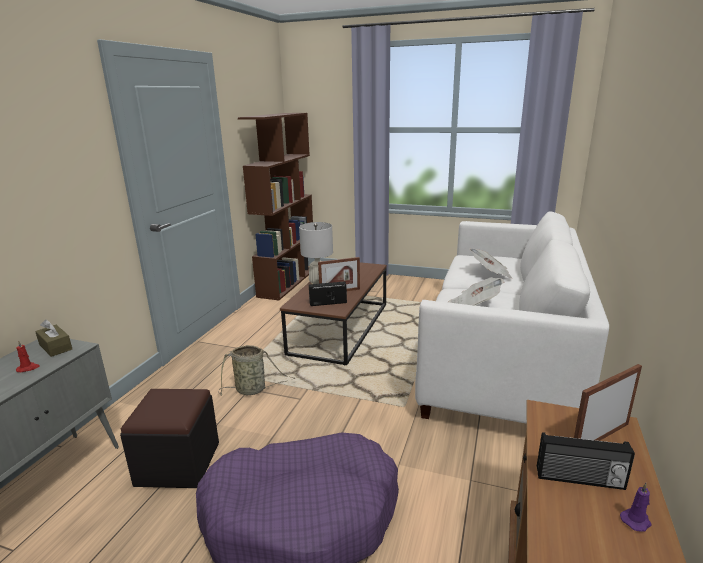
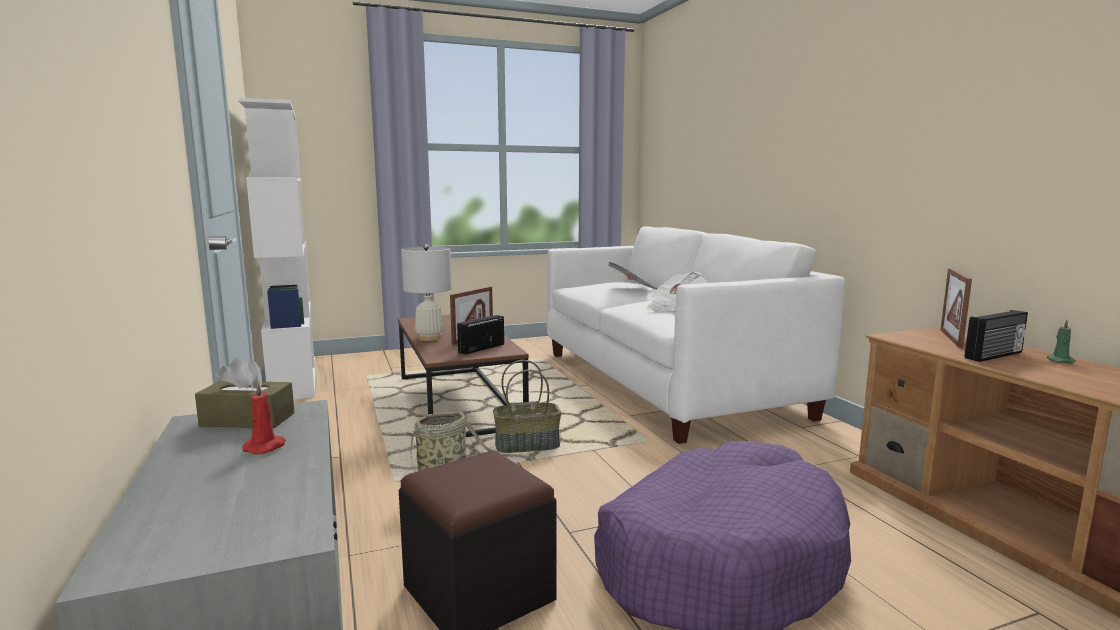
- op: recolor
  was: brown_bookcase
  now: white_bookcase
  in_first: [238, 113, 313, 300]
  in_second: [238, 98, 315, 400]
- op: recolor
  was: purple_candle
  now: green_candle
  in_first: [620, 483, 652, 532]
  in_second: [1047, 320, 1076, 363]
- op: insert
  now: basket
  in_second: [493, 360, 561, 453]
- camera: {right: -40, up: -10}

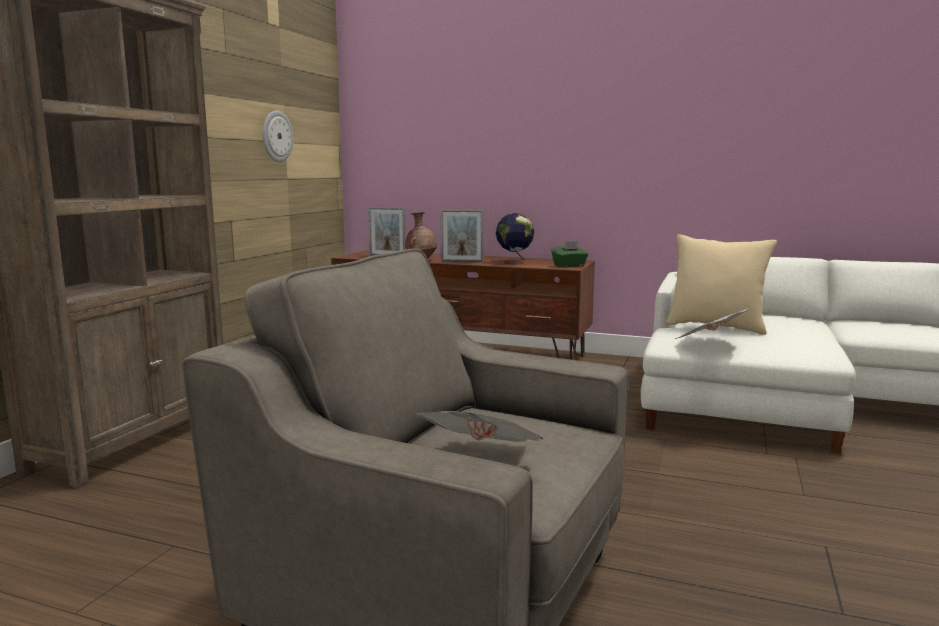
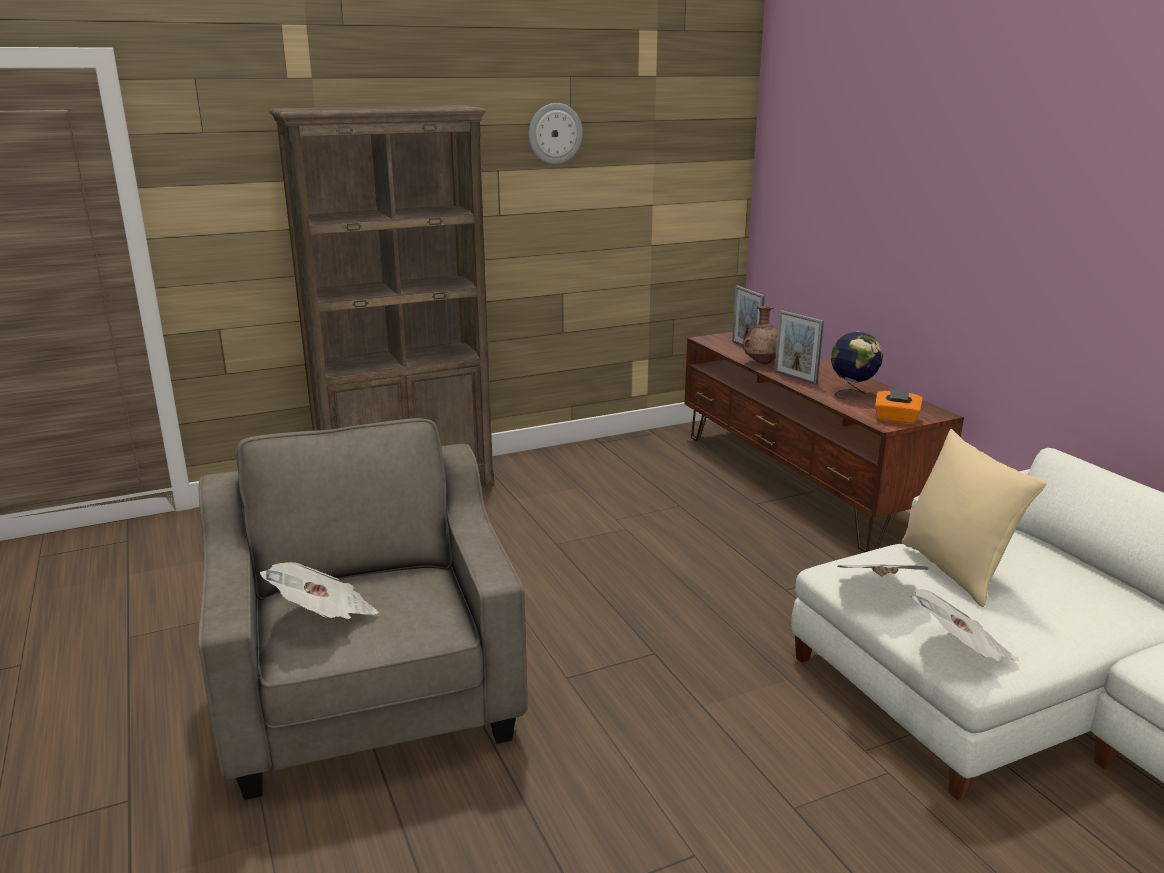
- op: move
  was: wall_clock
  in_first: [263, 111, 293, 162]
  in_second: [529, 103, 583, 164]
- op: recolor
  was: green_tissue_box
  now: orange_tissue_box
  in_first: [551, 241, 588, 267]
  in_second: [875, 388, 923, 425]
- op: insert
  now: newspaper
  in_second: [911, 589, 1019, 662]
- camera: {right: 45, up: 10}

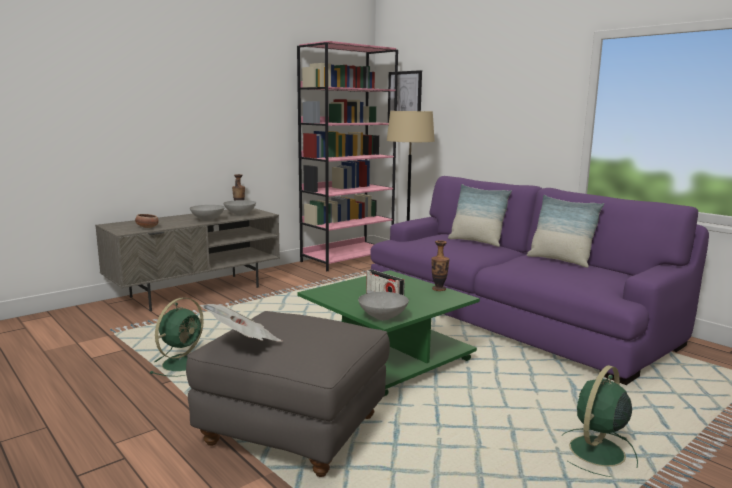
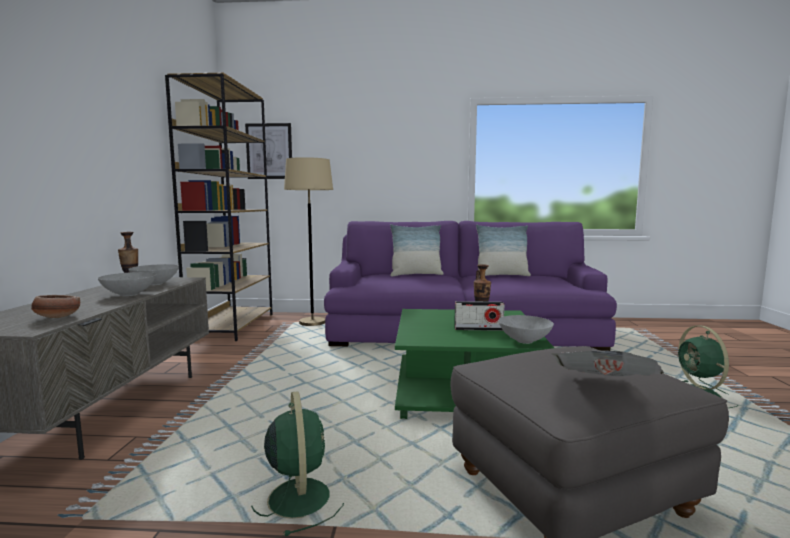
- op: recolor
  was: pink_bookcase
  now: brown_bookcase
  in_first: [297, 41, 398, 271]
  in_second: [165, 73, 273, 341]
- camera: {right: -45, up: -5}

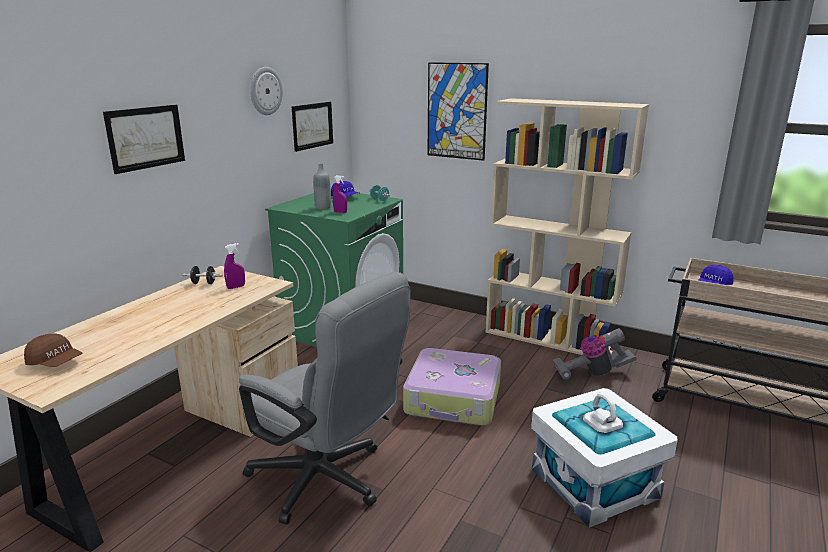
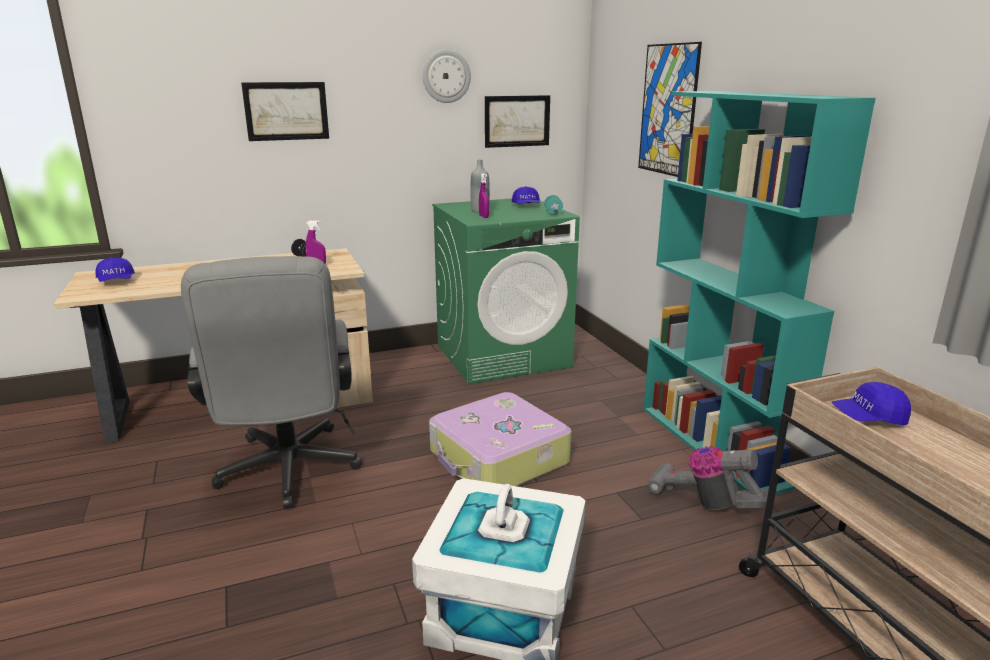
- op: recolor
  was: brown_cap
  now: blue_cap
  in_first: [24, 333, 82, 367]
  in_second: [96, 257, 135, 282]
- op: recolor
  was: beige_bookcase
  now: turquoise_bookcase
  in_first: [486, 98, 649, 355]
  in_second: [643, 91, 876, 494]
- camera: {right: 40, up: 0}

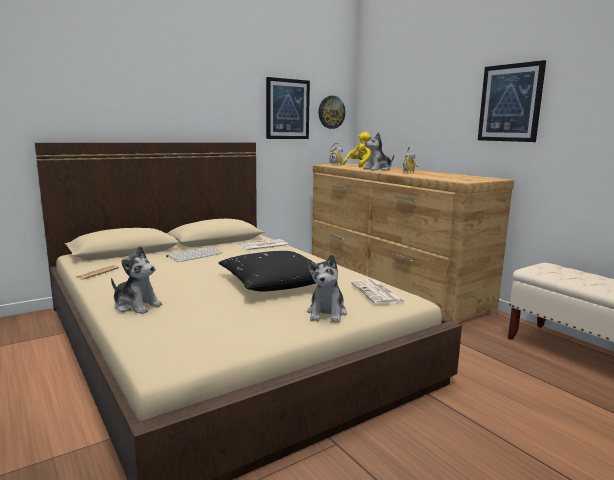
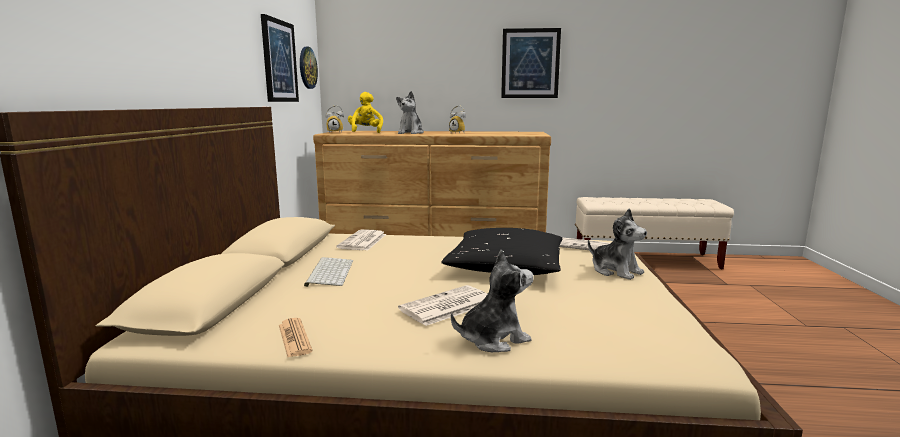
- op: insert
  now: newspaper
  in_second: [398, 285, 487, 326]
- camera: {right: -50, up: 0}

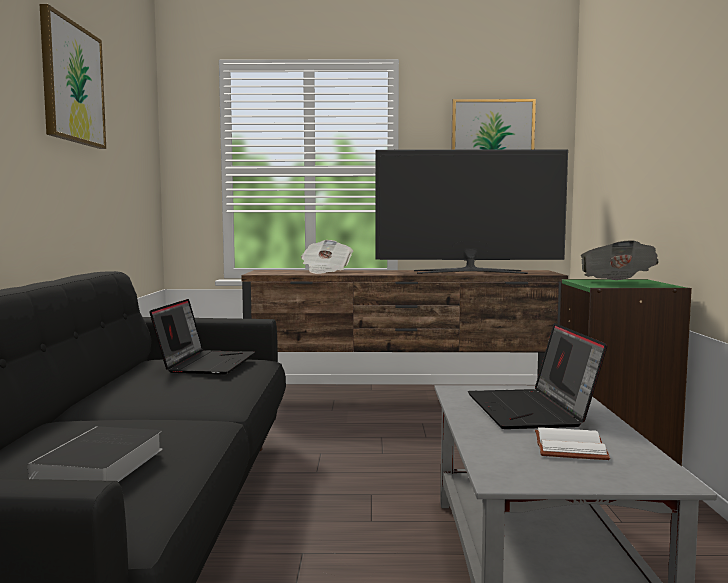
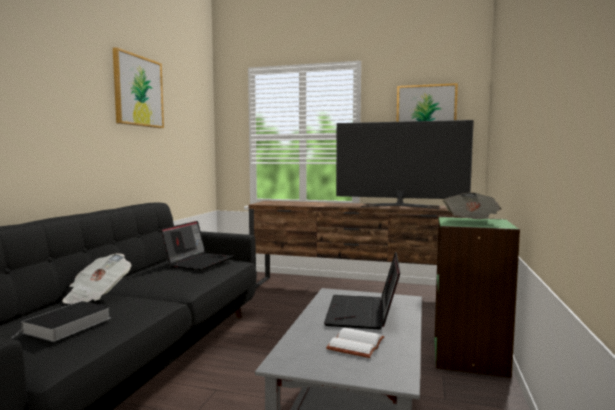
- op: move
  was: newspaper
  in_first: [301, 240, 353, 274]
  in_second: [62, 253, 131, 304]
- camera: {right: 15, up: 0}

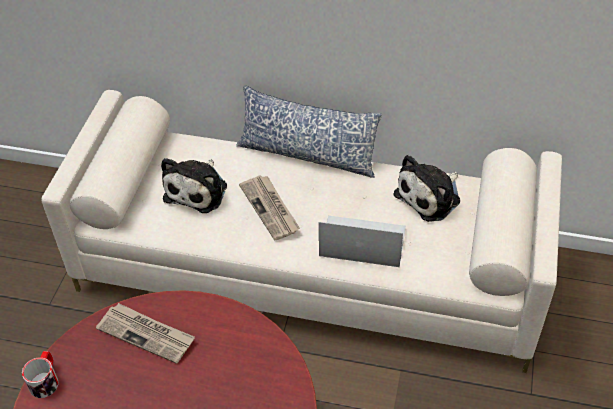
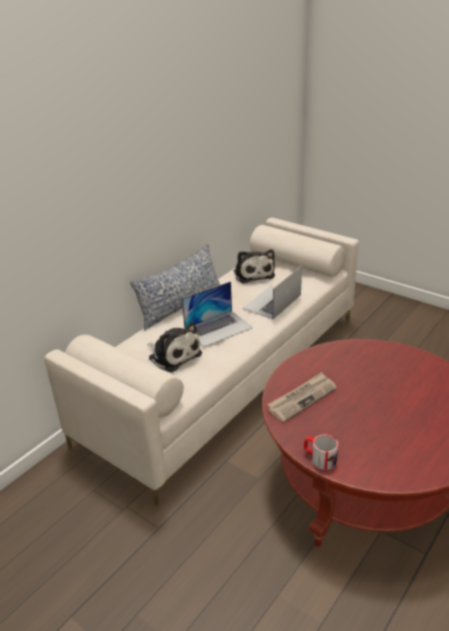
- op: replace
  was: newspaper
  now: laptop
  in_first: [239, 175, 300, 241]
  in_second: [182, 281, 253, 347]
- camera: {right: -65, up: -15}

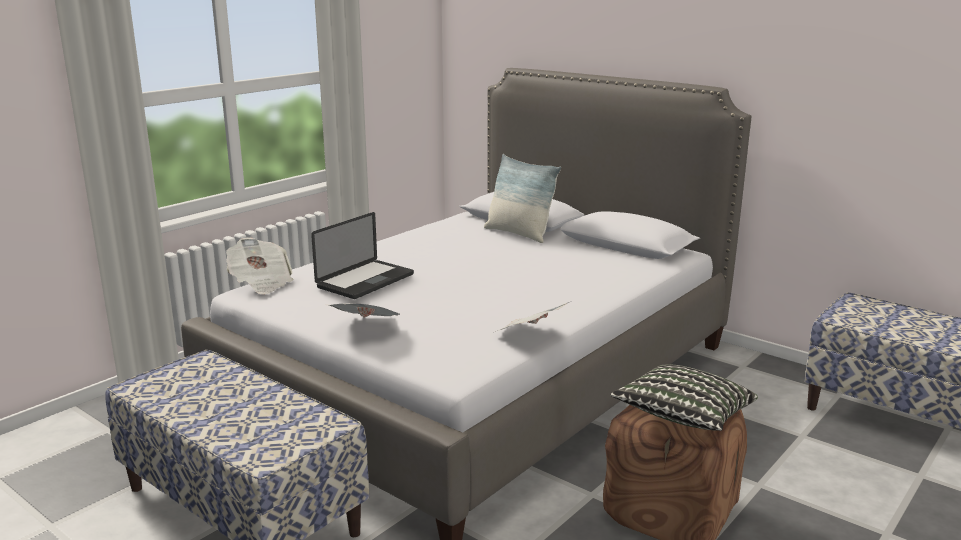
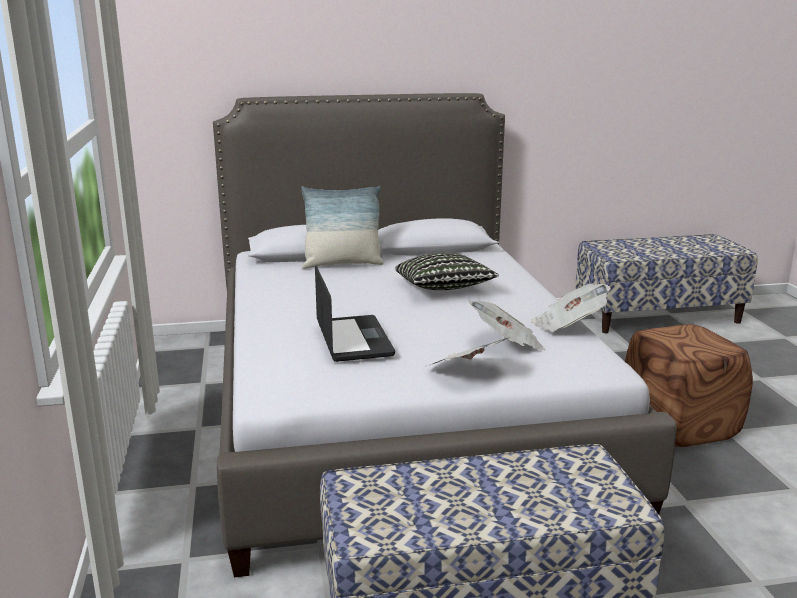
- op: move
  was: newspaper
  in_first: [226, 238, 293, 295]
  in_second: [469, 301, 546, 350]
- op: move
  was: pillow
  in_first: [611, 364, 758, 431]
  in_second: [395, 253, 499, 290]
- camera: {right: -50, up: 0}

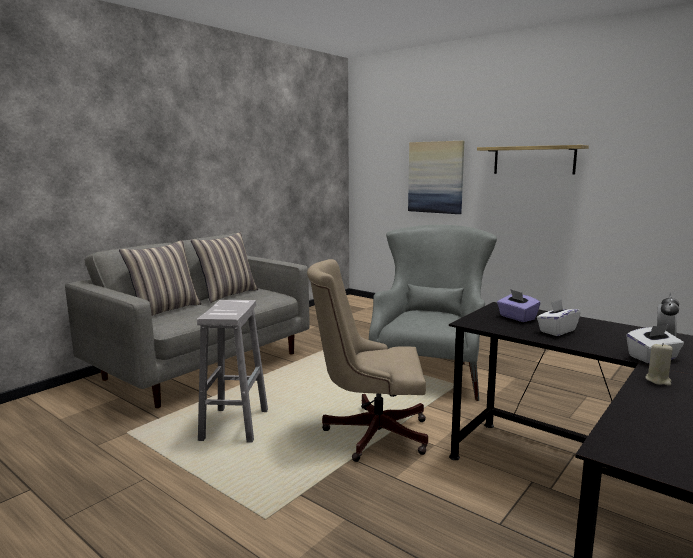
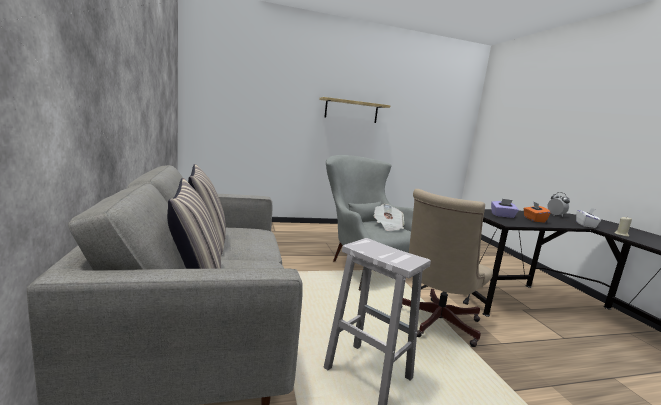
- op: delete
  was: picture
  in_first: [408, 141, 464, 214]
- op: recolor
  was: white_tissue_box
  now: orange_tissue_box
  in_first: [537, 300, 581, 336]
  in_second: [523, 201, 551, 223]
- op: insert
  now: newspaper
  in_second: [373, 204, 404, 231]
- camera: {right: -55, up: 0}

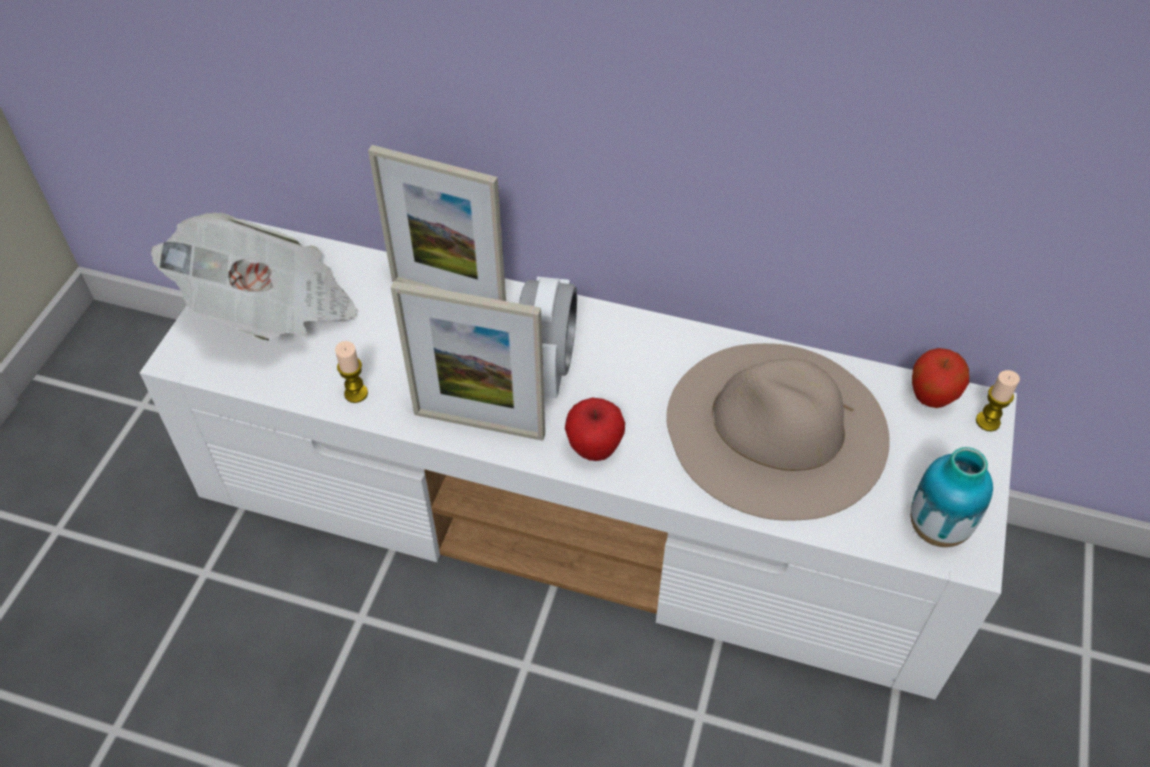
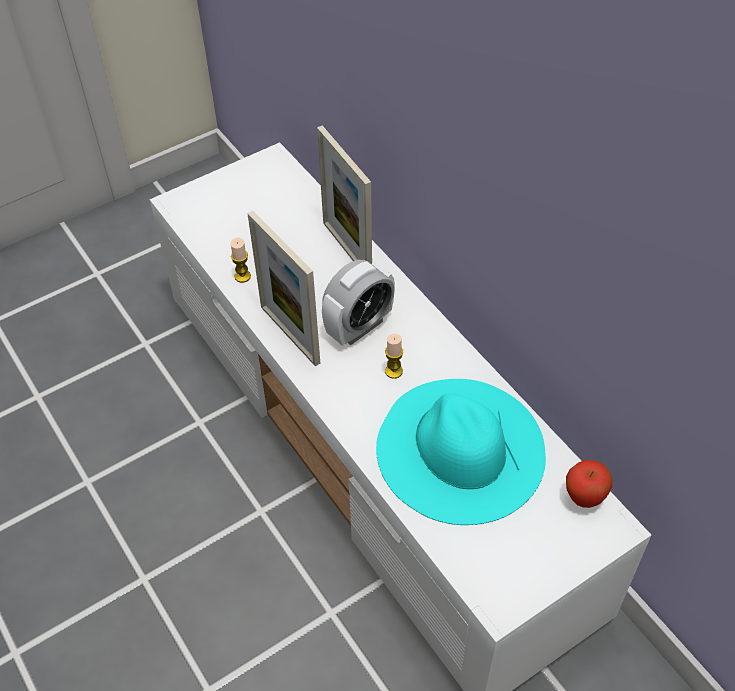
- op: delete
  was: newspaper
  in_first: [151, 212, 359, 341]
- op: delete
  was: apple
  in_first: [565, 398, 625, 461]
- op: recolor
  was: beige_hat
  now: turquoise_hat
  in_first: [666, 343, 890, 521]
  in_second: [376, 379, 546, 525]
- op: delete
  was: vase
  in_first: [910, 447, 993, 547]
- op: move
  was: candle
  in_first: [976, 370, 1020, 431]
  in_second: [385, 334, 403, 378]
- camera: {right: 40, up: 0}

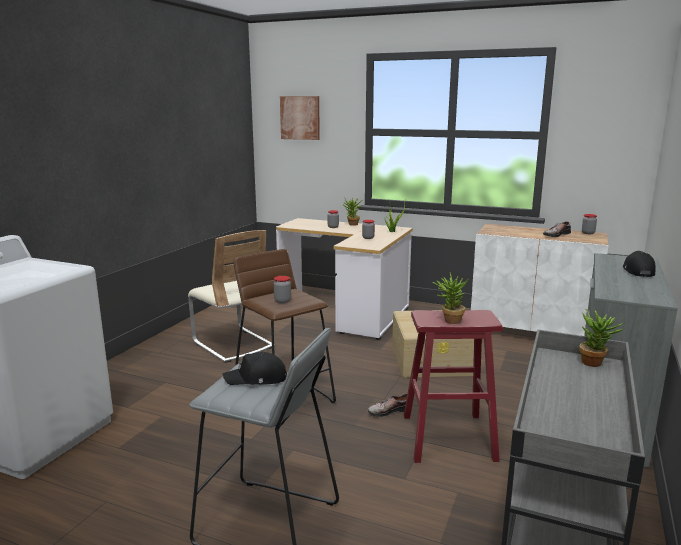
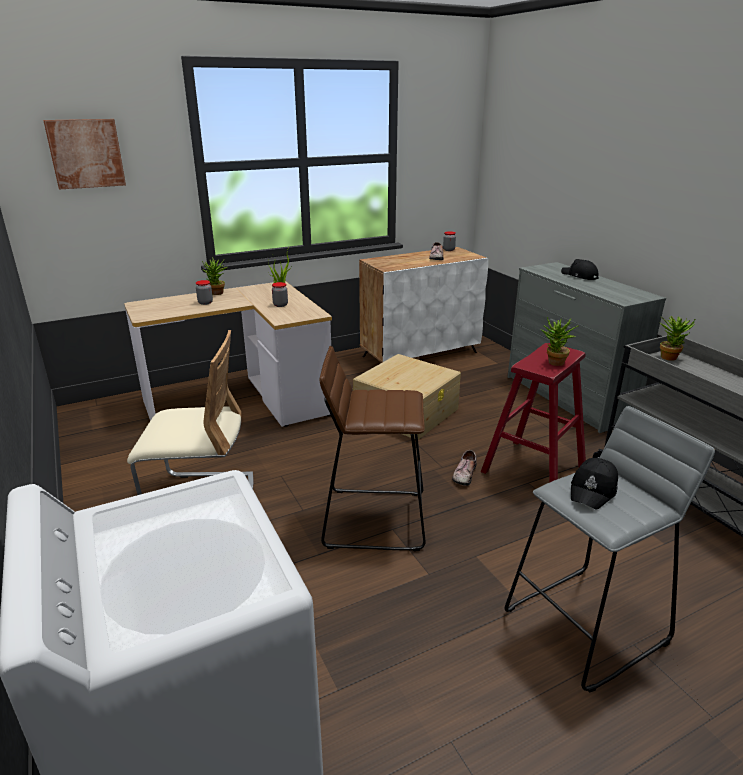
- op: delete
  was: jar
  in_first: [274, 276, 291, 303]
- camera: {right: -50, up: 10}

